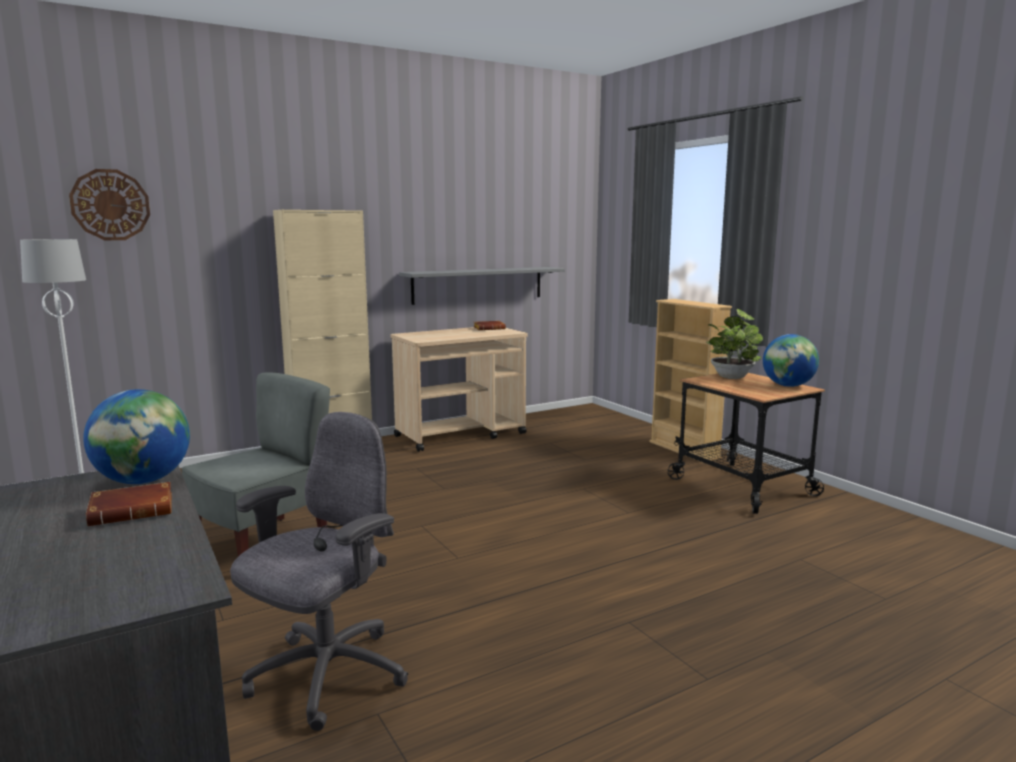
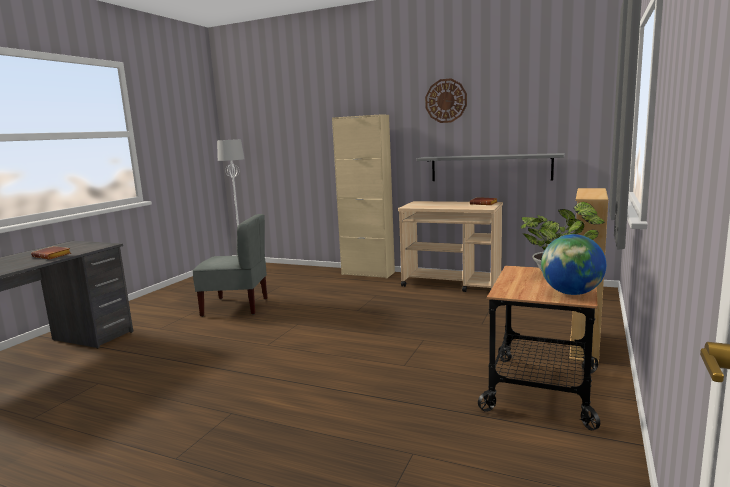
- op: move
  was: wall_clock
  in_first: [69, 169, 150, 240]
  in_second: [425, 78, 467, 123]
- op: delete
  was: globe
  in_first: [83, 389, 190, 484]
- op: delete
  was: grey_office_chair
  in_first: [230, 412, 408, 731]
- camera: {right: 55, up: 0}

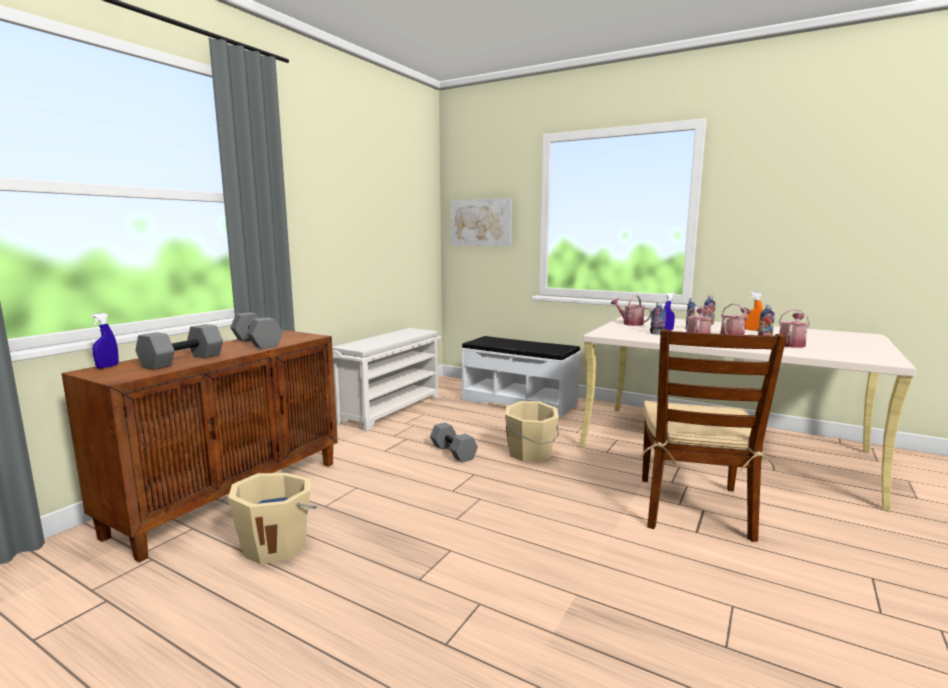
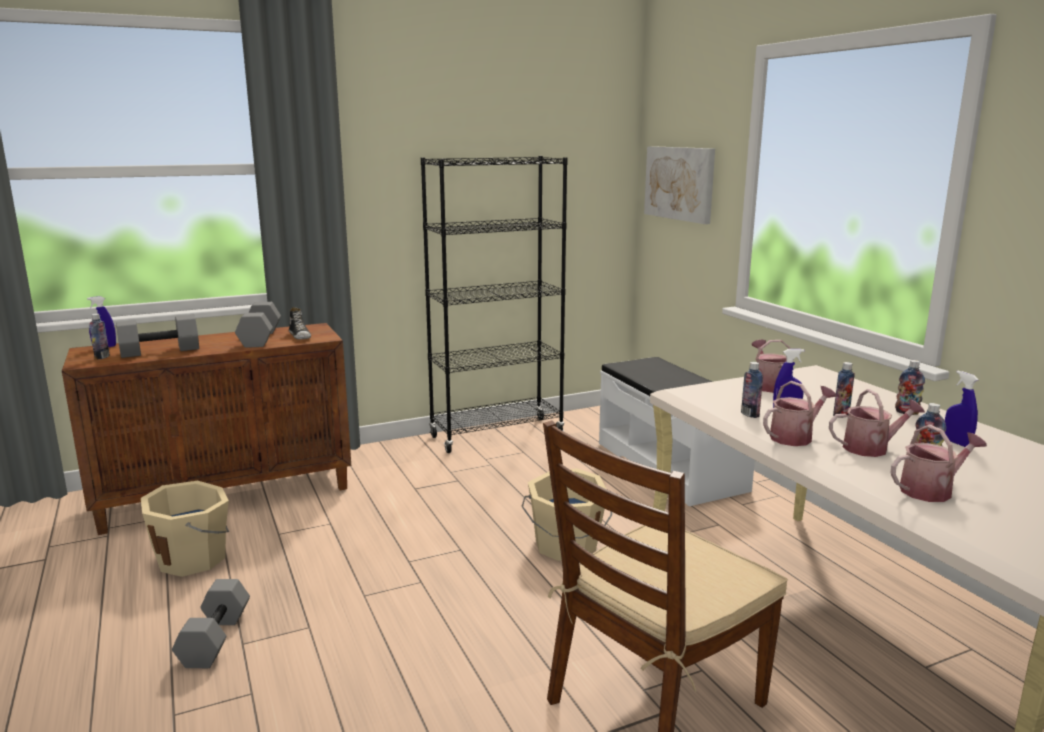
- op: replace
  was: white_shoe_rack
  now: black_bookcase
  in_first: [332, 328, 441, 431]
  in_second: [421, 156, 568, 453]
- op: move
  was: grey_dumbbell
  in_first: [430, 422, 478, 463]
  in_second: [172, 579, 250, 668]
- op: recolor
  was: orange_spray_bottle
  now: blue_spray_bottle
  in_first: [745, 292, 763, 331]
  in_second: [945, 371, 979, 447]
- op: insert
  now: bottle
  in_second: [89, 314, 110, 360]
- op: insert
  now: shoe
  in_second: [289, 307, 311, 339]
- camera: {right: 35, up: 5}

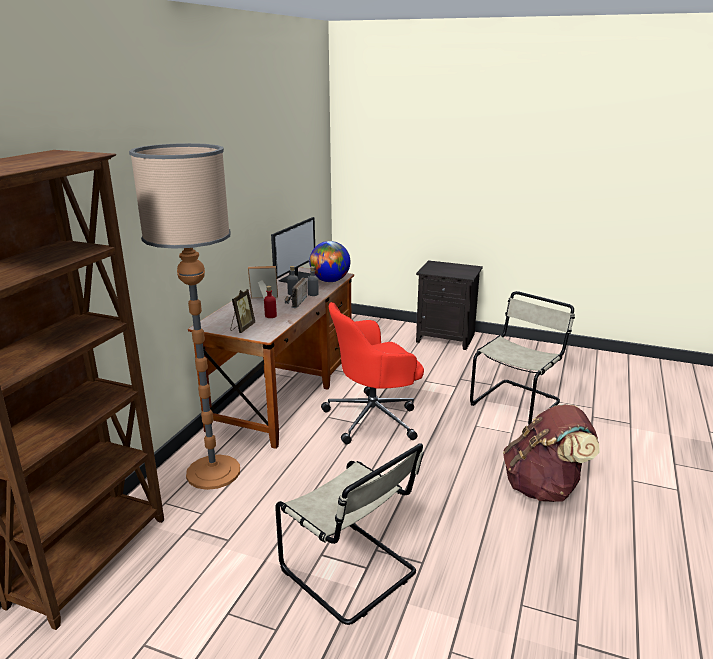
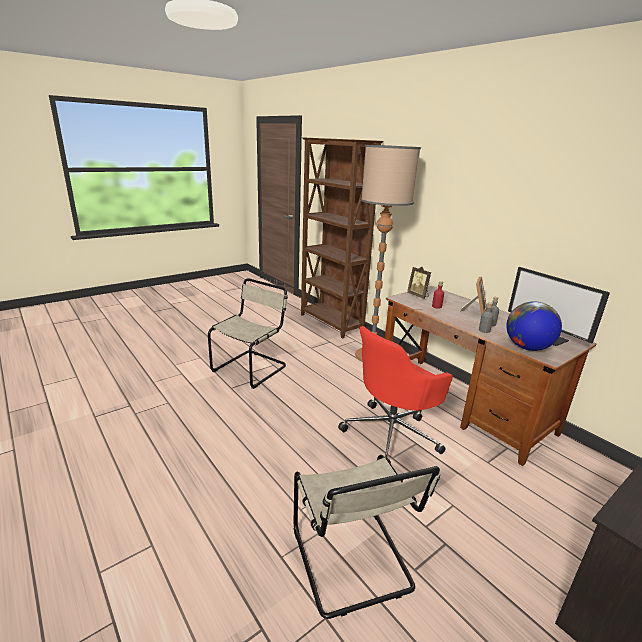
- op: rotate
  was: beige_chair
  in_first: [275, 443, 424, 625]
  in_second: [208, 279, 288, 389]
  clockwise: 135
- op: delete
  was: radio
  in_first: [284, 278, 307, 308]
- op: rotate
  was: red_office_chair
  in_first: [321, 302, 424, 444]
  in_second: [338, 326, 453, 457]
  clockwise: -135
- op: delete
  was: brown_backpack
  in_first: [503, 404, 600, 502]
- camera: {right: 120, up: 0}

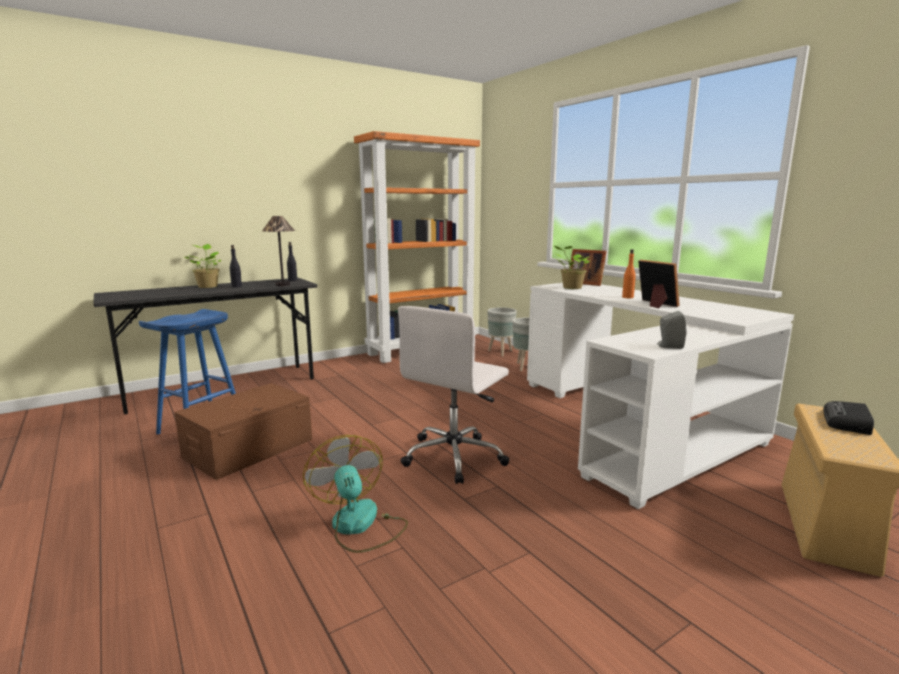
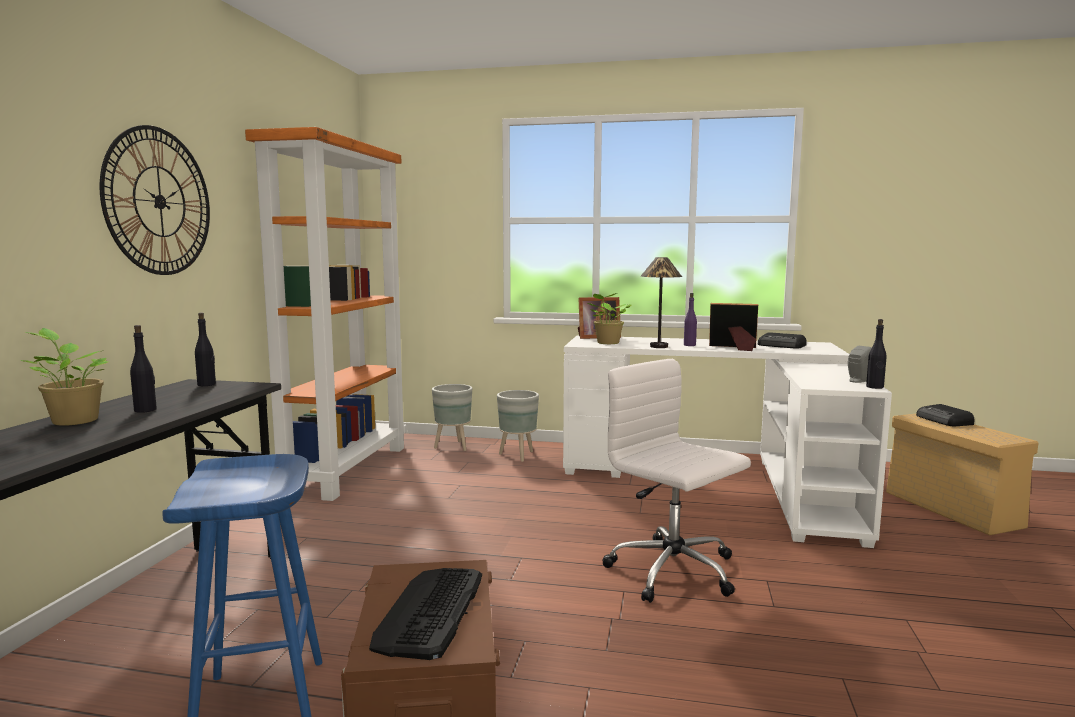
- op: move
  was: table_lamp
  in_first: [262, 216, 295, 286]
  in_second: [641, 257, 682, 348]
- op: delete
  was: fan
  in_first: [303, 435, 408, 553]
- op: rotate
  was: white_office_chair
  in_first: [398, 306, 509, 484]
  in_second: [602, 359, 751, 603]
  clockwise: 150
- op: recolor
  was: orange_bottle
  now: purple_bottle
  in_first: [622, 249, 636, 298]
  in_second: [684, 293, 697, 346]
- op: insert
  now: wall_clock
  in_second: [100, 125, 210, 275]
- op: insert
  now: keyboard
  in_second: [369, 568, 482, 660]
- op: insert
  now: radio
  in_second: [758, 332, 807, 349]
- op: insert
  now: black_bottle
  in_second: [866, 319, 886, 389]
- camera: {right: -45, up: -5}

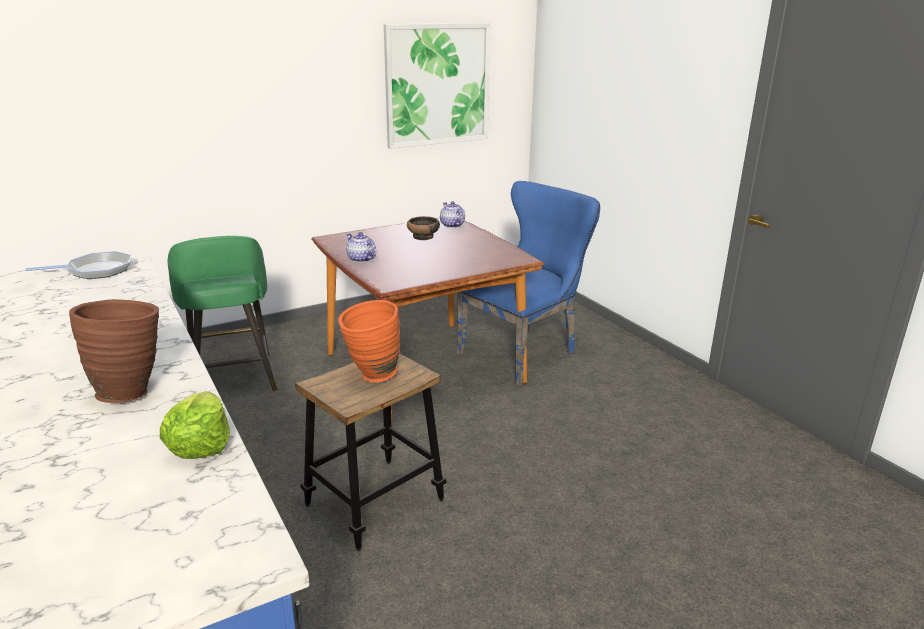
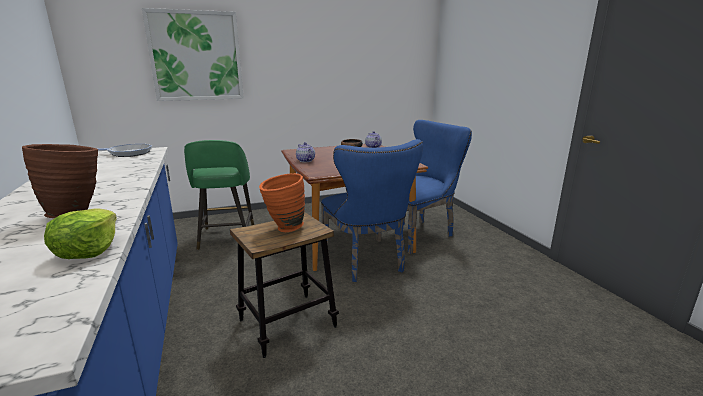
- op: move
  was: picture
  in_first: [384, 23, 491, 149]
  in_second: [142, 8, 244, 101]
- op: insert
  now: blue_chair
  in_second: [321, 139, 423, 282]
- camera: {right: 10, up: -5}

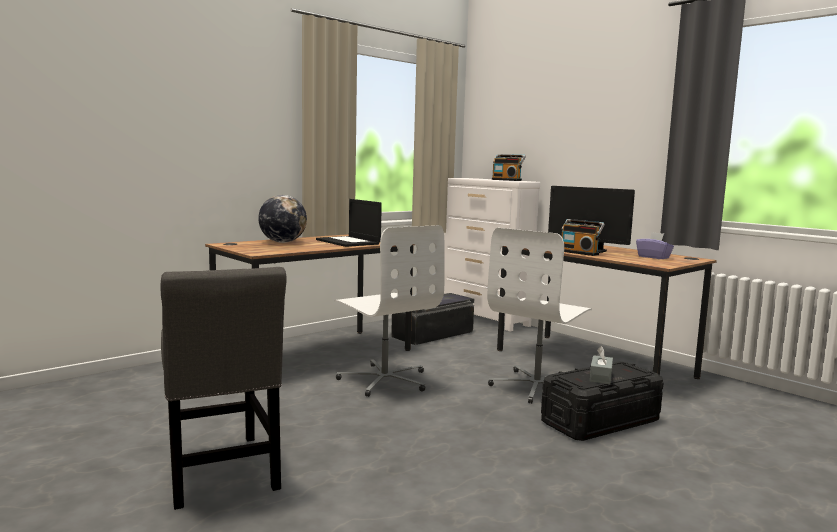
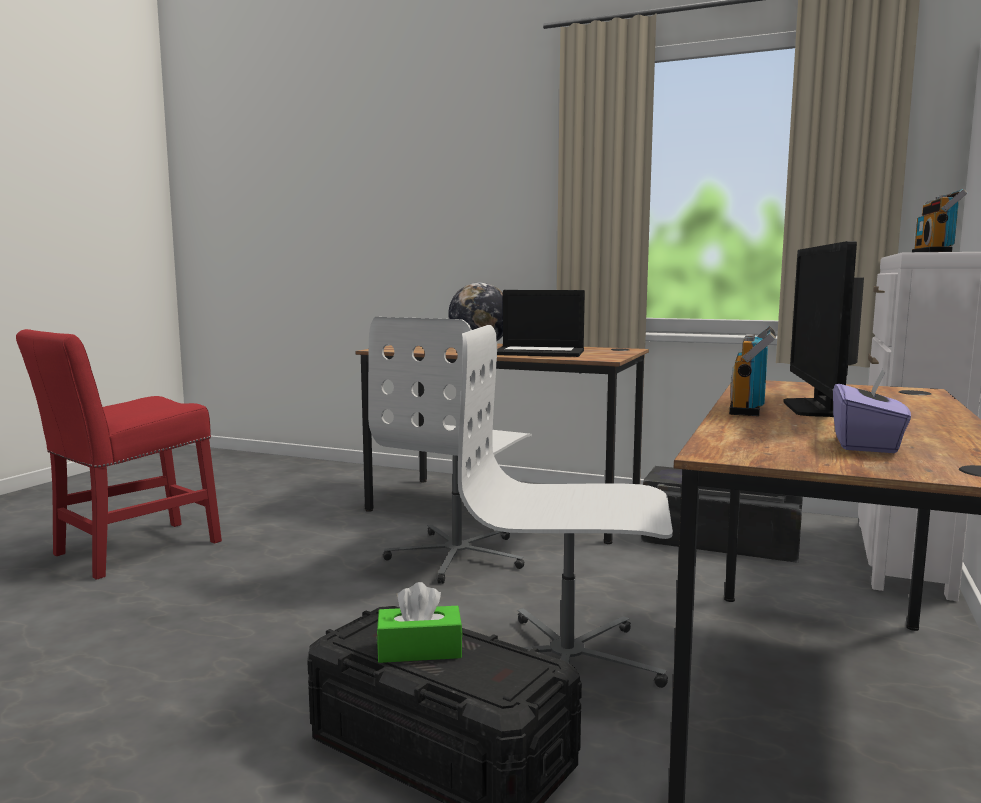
- op: recolor
  was: grey_chair
  now: red_chair
  in_first: [160, 267, 287, 510]
  in_second: [16, 329, 222, 580]
- op: rotate
  was: laptop
  in_first: [316, 199, 382, 247]
  in_second: [497, 290, 585, 357]
  clockwise: -105
- op: recolor
  was: grey_tissue_box
  now: green_tissue_box
  in_first: [590, 346, 613, 384]
  in_second: [377, 582, 463, 663]
- camera: {right: 65, up: 0}

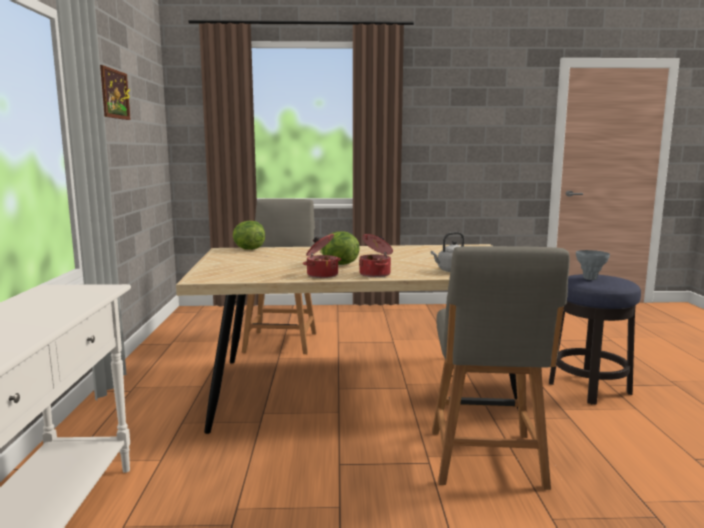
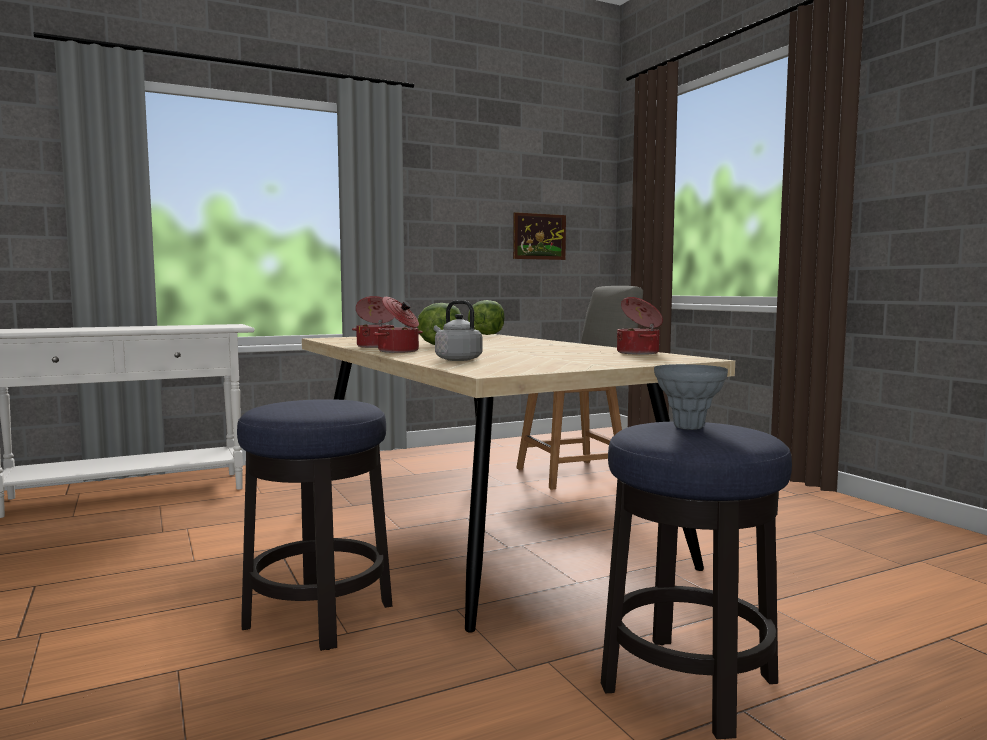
- op: move
  was: picture
  in_first: [100, 65, 131, 120]
  in_second: [513, 212, 566, 260]
- op: replace
  was: grey_chair
  now: stool
  in_first: [432, 246, 570, 490]
  in_second: [237, 399, 392, 651]
- op: insert
  now: cooking_pot
  in_second: [617, 297, 663, 355]
- camera: {right: 65, up: -5}

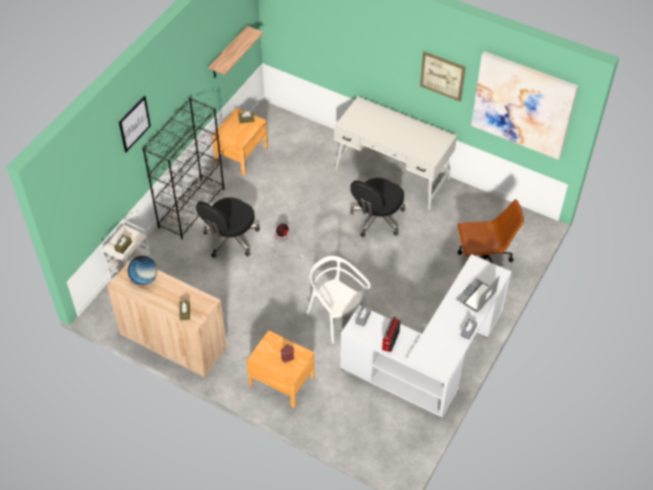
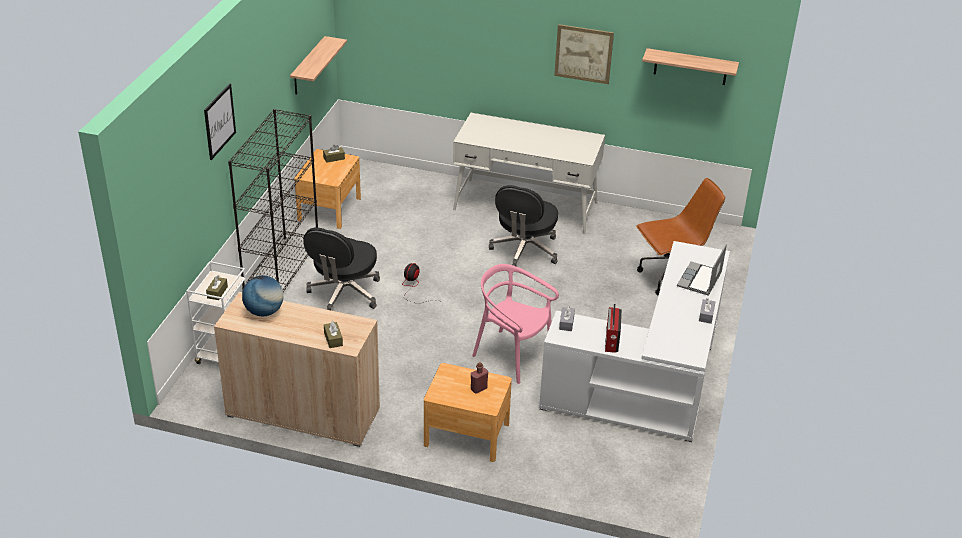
- op: recolor
  was: white_chair
  now: pink_chair
  in_first: [307, 256, 371, 343]
  in_second: [472, 264, 559, 384]
- op: replace
  was: picture
  now: shelf
  in_first: [471, 51, 578, 160]
  in_second: [642, 48, 739, 85]
- camera: {right: -15, up: -15}

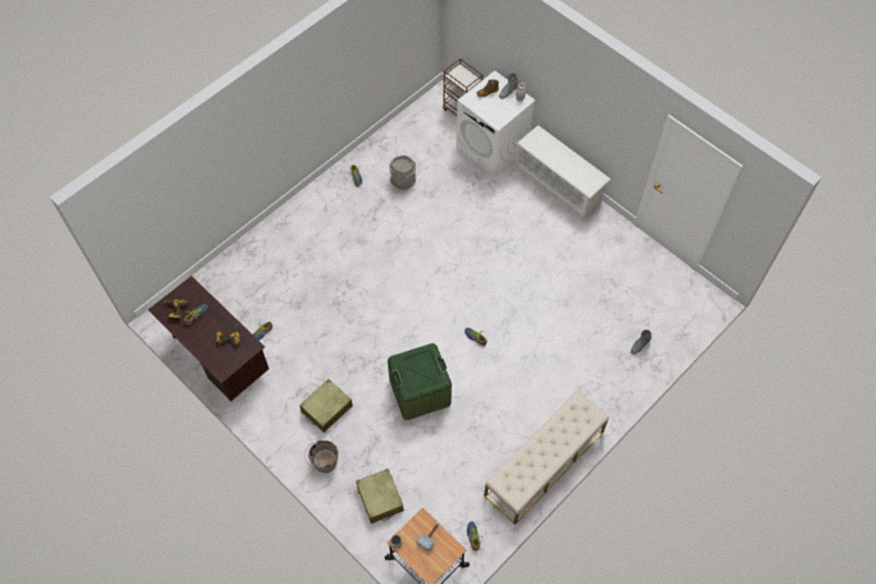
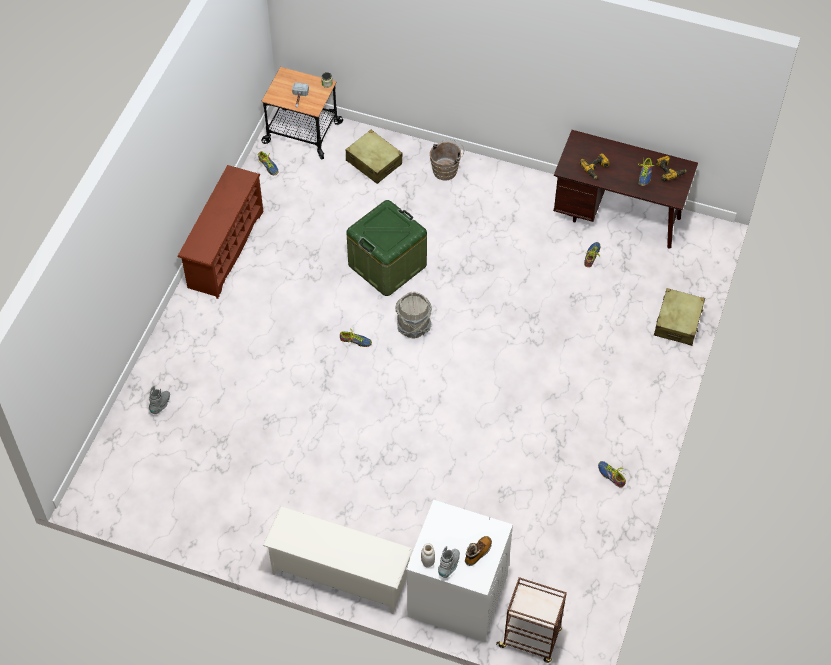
- op: move
  was: beige_suitcase
  in_first: [300, 379, 353, 432]
  in_second: [654, 288, 705, 346]
- op: move
  was: grey_bucket
  in_first: [389, 155, 416, 190]
  in_second: [395, 292, 432, 338]
- op: replace
  was: beige_bench
  now: brown_shoe_rack
  in_first: [484, 390, 609, 524]
  in_second: [178, 165, 263, 299]
- camera: {right: 155, up: -5}

